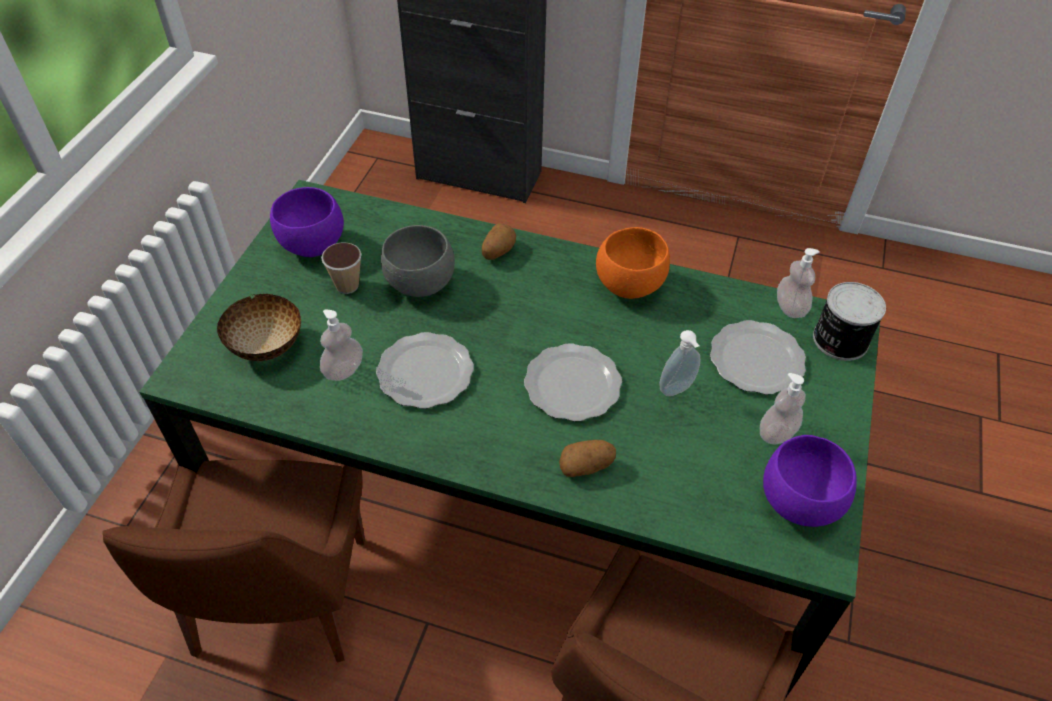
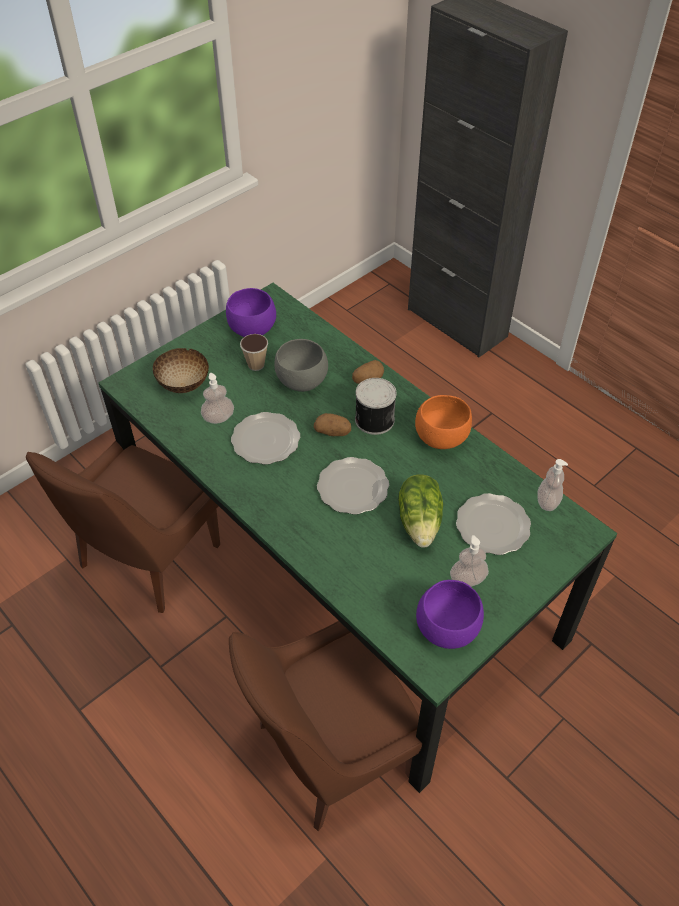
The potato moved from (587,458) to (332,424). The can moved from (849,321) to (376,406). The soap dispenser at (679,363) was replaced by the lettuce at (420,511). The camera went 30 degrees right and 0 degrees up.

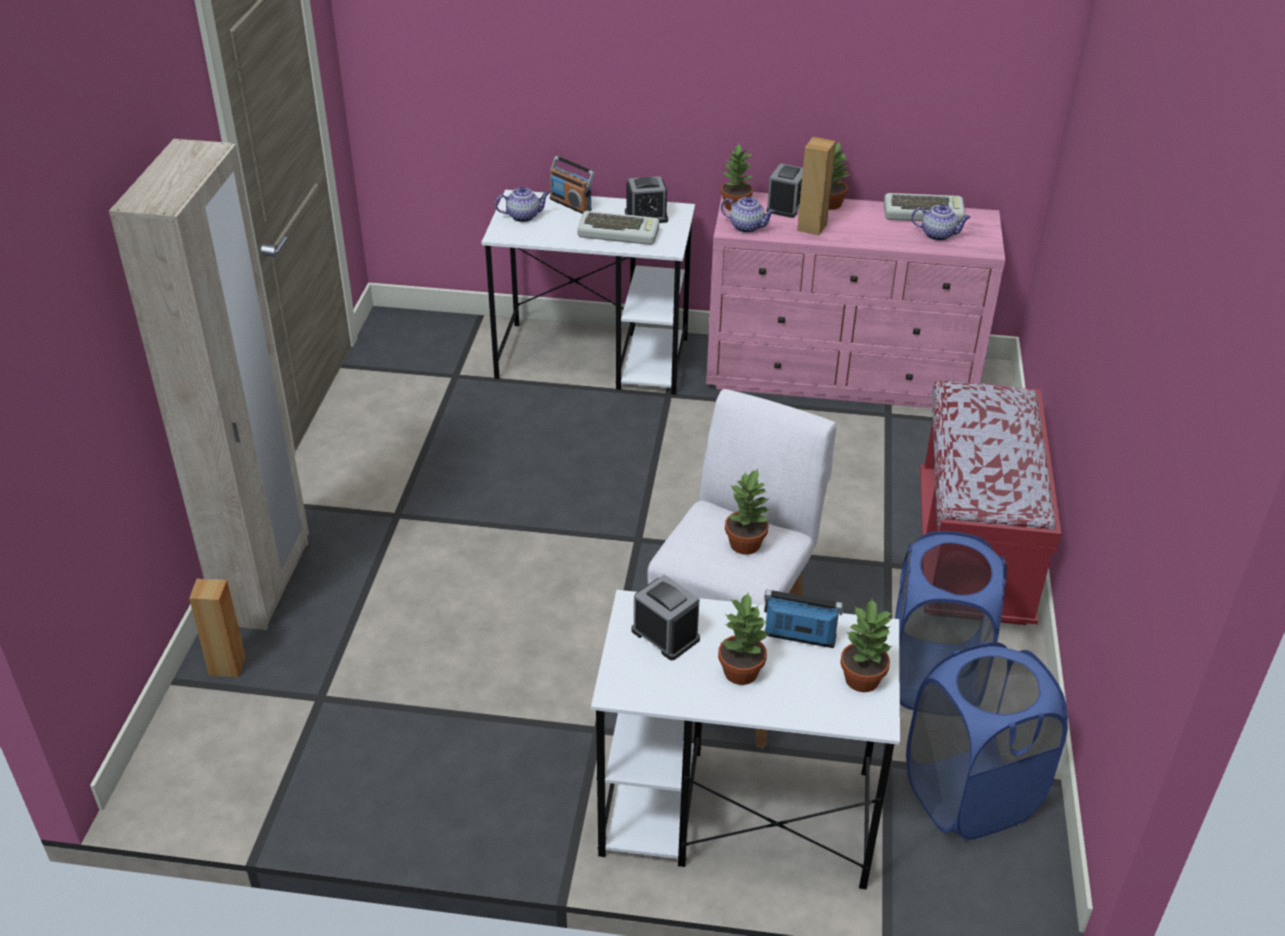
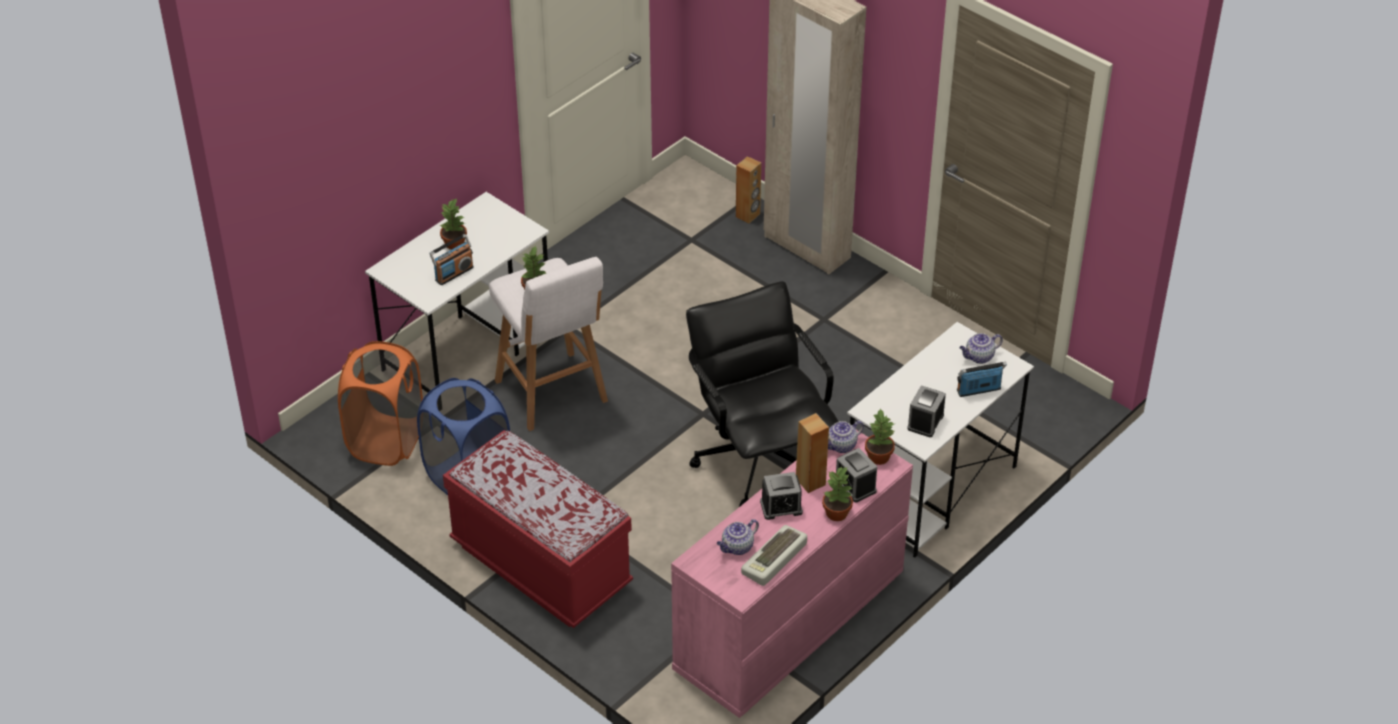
The blue laundry basket at (987,741) became the orange laundry basket at (380,403). The black office chair at (762,394) appeared. The alarm clock moved from (665,617) to (781,496). The teapot at (522,204) turned 45 degrees clockwise. The keyboard at (618,228) disappeared. The potted plant at (866,645) disappeared. The camera went 125 degrees right and 5 degrees up.

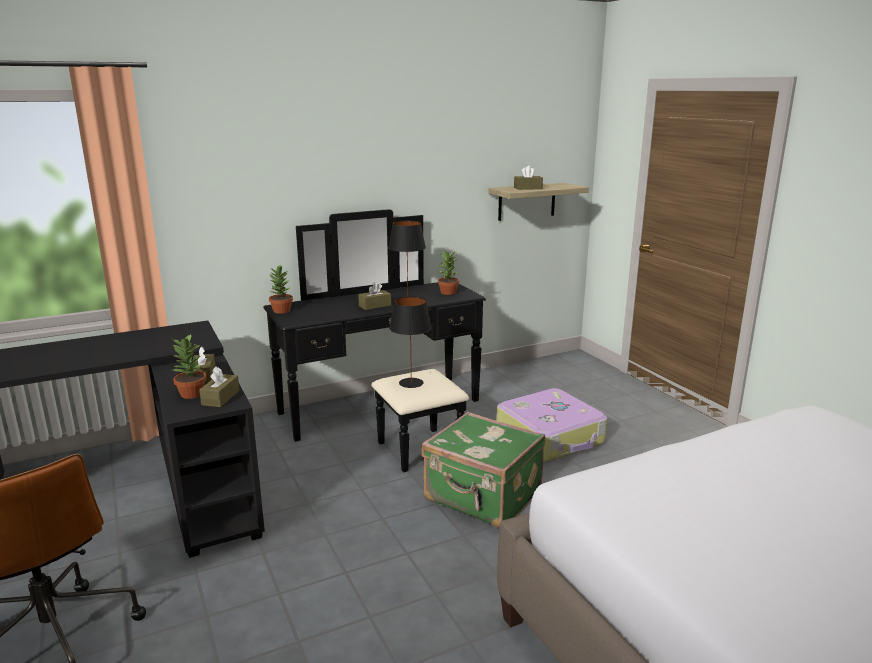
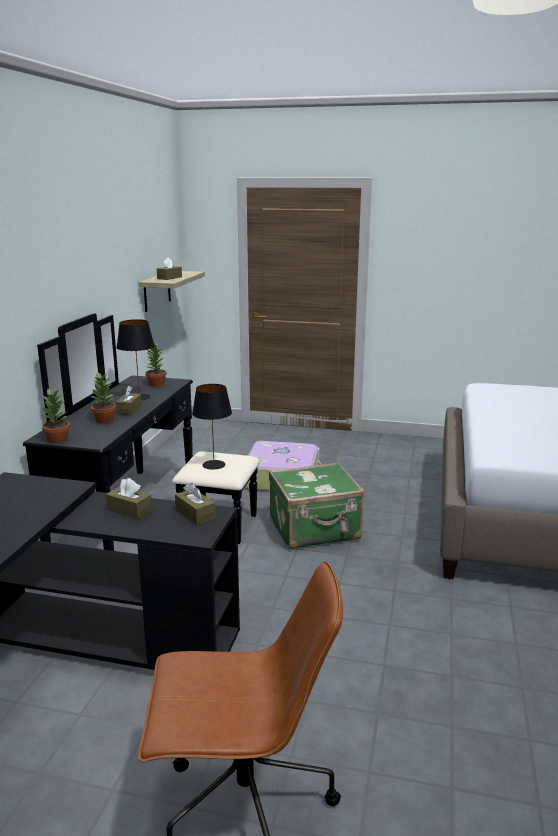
The potted plant moved from (189,366) to (103,398). The camera went 50 degrees left and 0 degrees up.

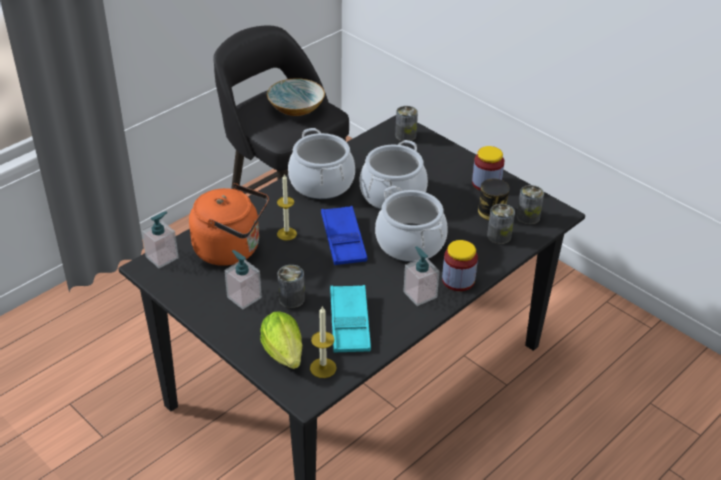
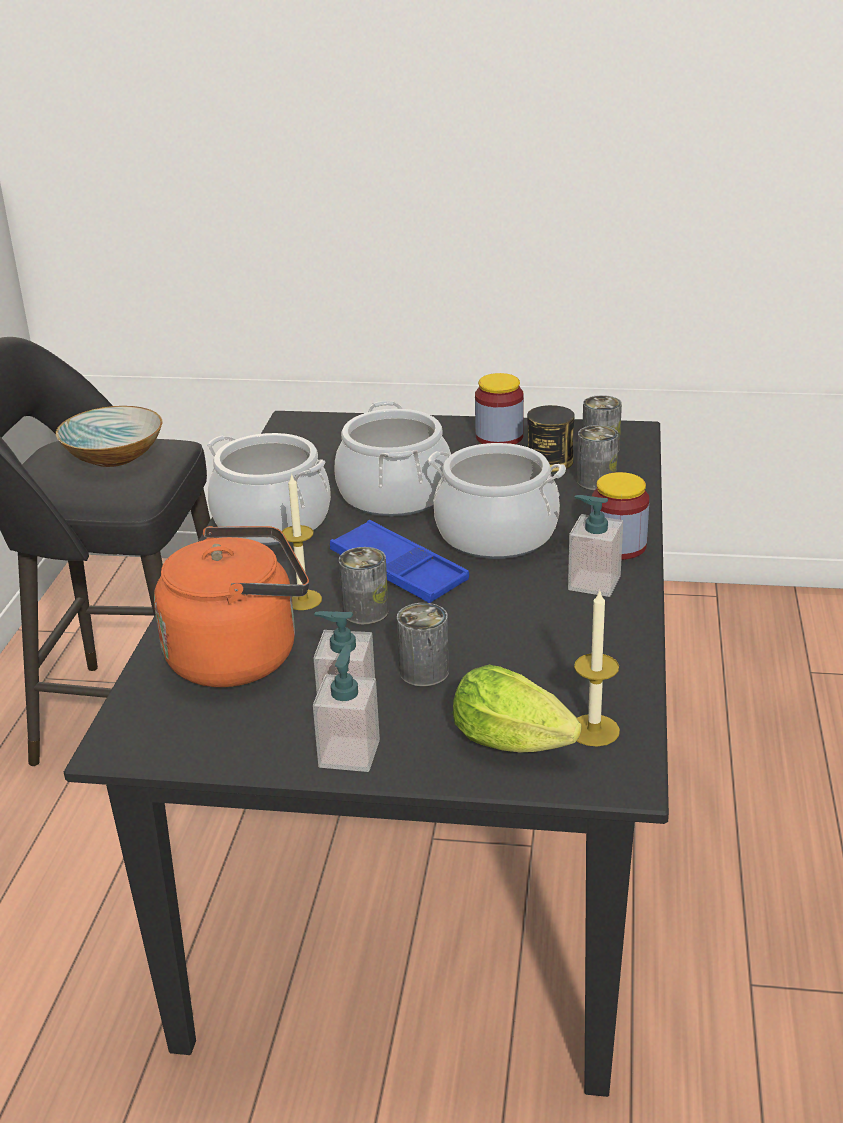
The soap dispenser moved from (160,240) to (346,708). The can moved from (406,123) to (364,585). The turquoise tray at (350,319) disappeared. The camera went 35 degrees left and 10 degrees down.

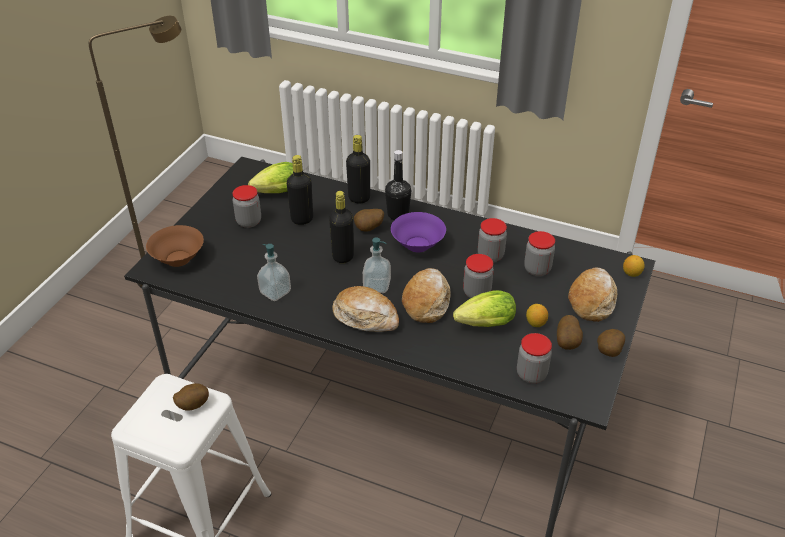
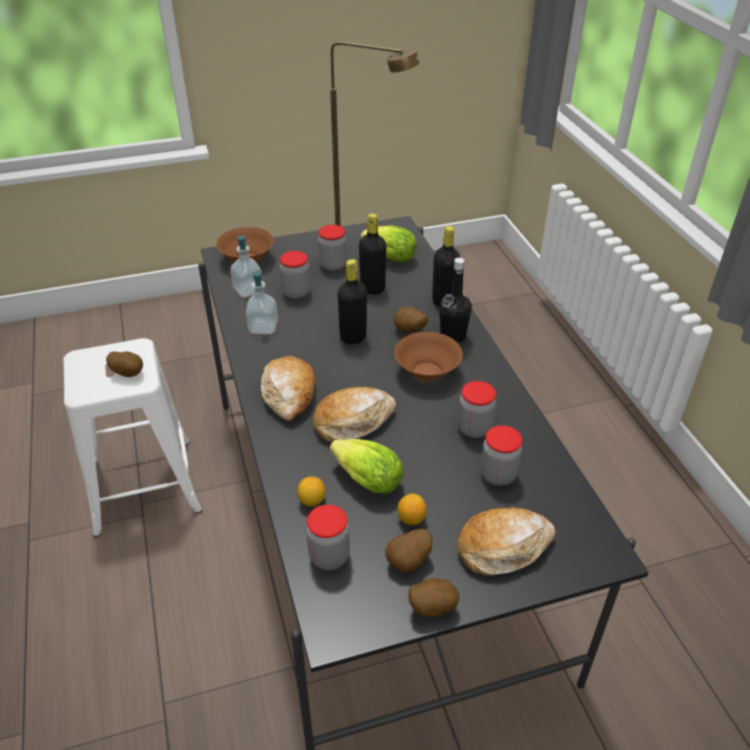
The soap dispenser moved from (377,265) to (246,266). The jar moved from (478,276) to (295,275). The lemon moved from (634,266) to (311,491). The purple bowl at (418,232) became the brown bowl at (428,357). The camera went 50 degrees right and 0 degrees up.

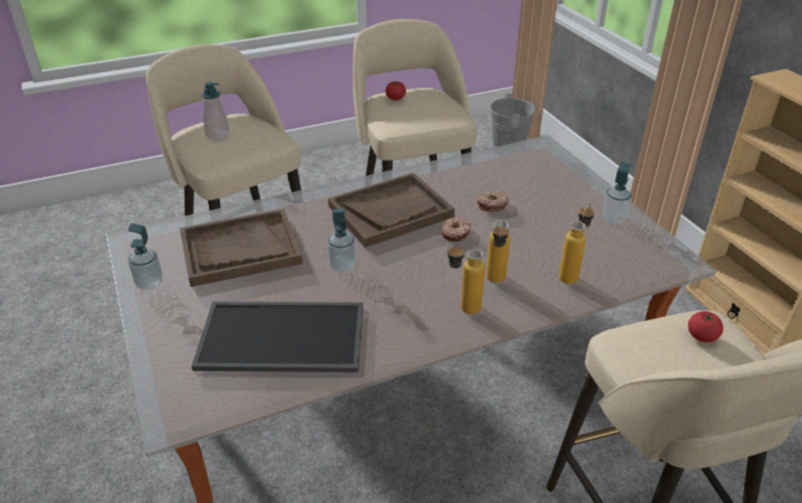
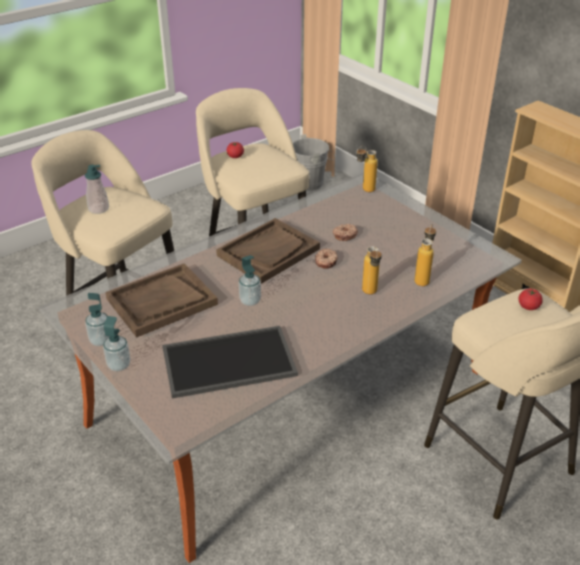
The soap dispenser moved from (616,193) to (117,343). The bottle moved from (466,278) to (367,169). The camera went 15 degrees left and 0 degrees up.

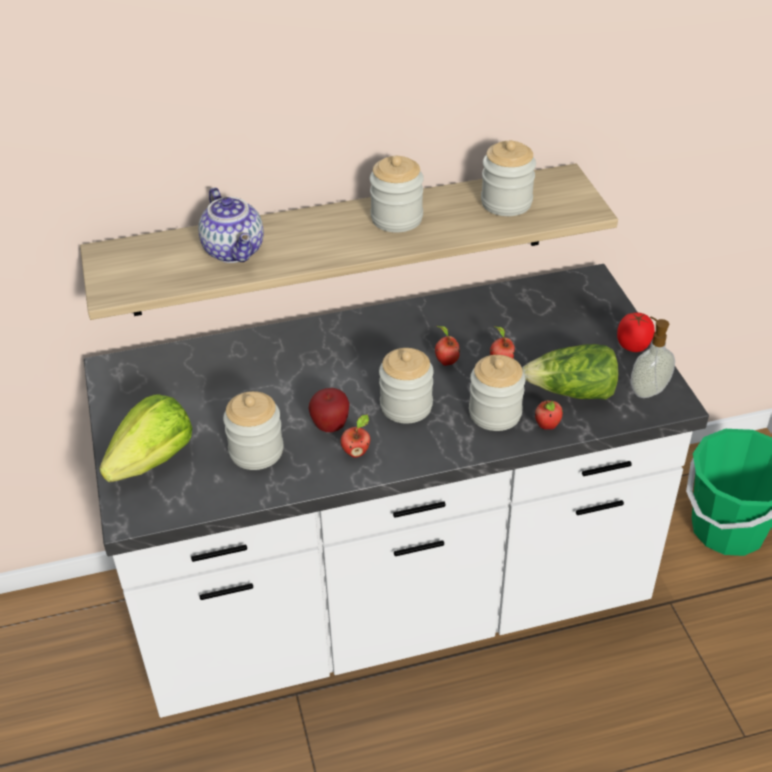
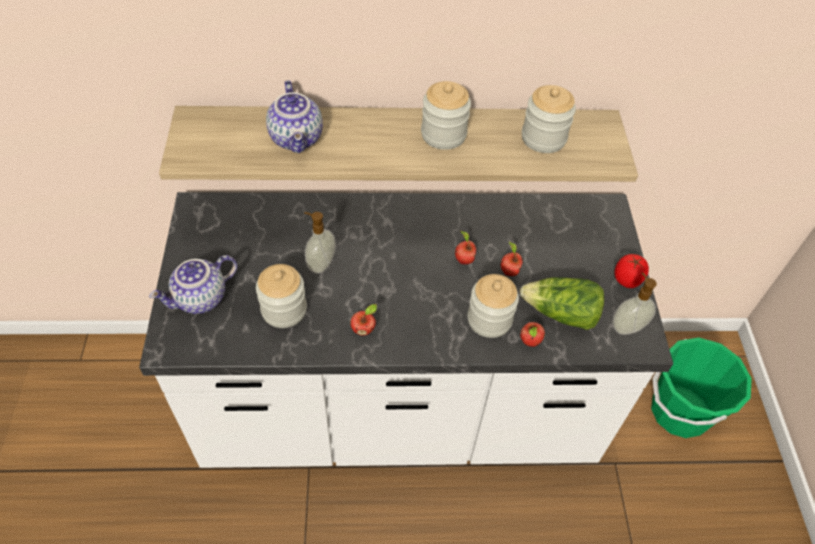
The lettuce at (145,438) was replaced by the teapot at (193,284). The soap dispenser at (320,243) appeared. The apple at (329,410) disappeared. The jar at (406,386) disappeared. The camera went 10 degrees right and 10 degrees up.

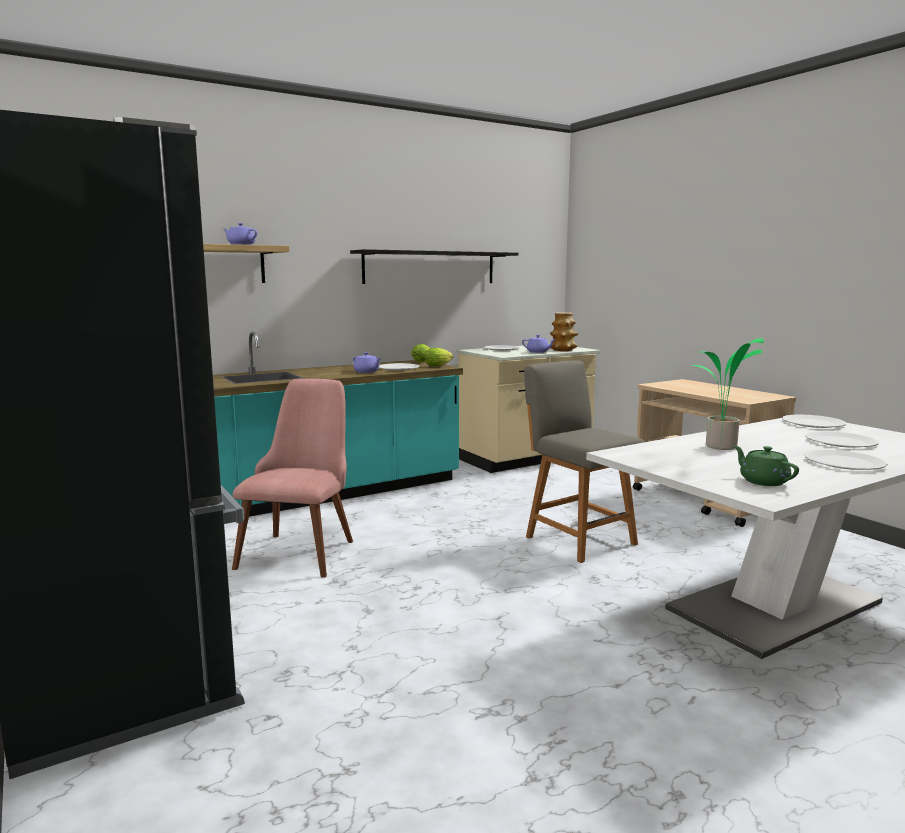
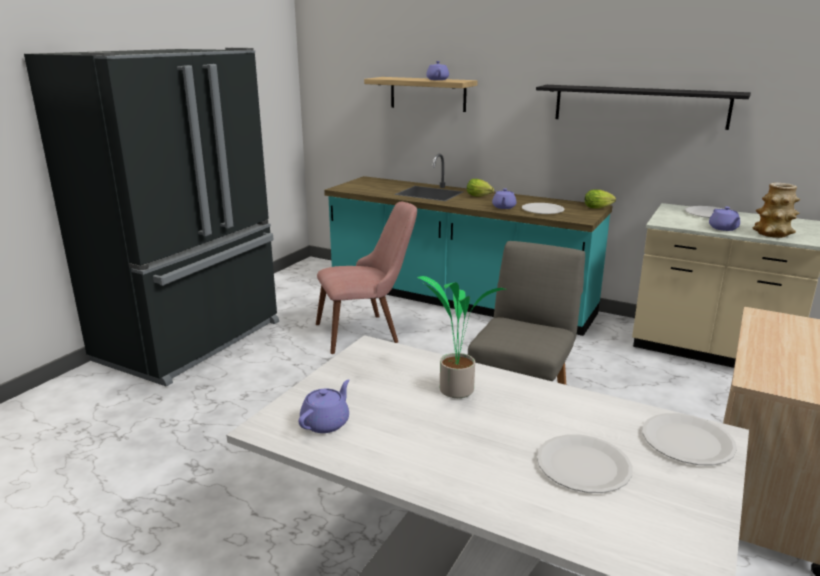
The green teapot at (766,466) became the purple teapot at (324,406). The lettuce moved from (439,357) to (480,188). The white plate at (845,460) disappeared. The camera went 60 degrees right and 10 degrees up.

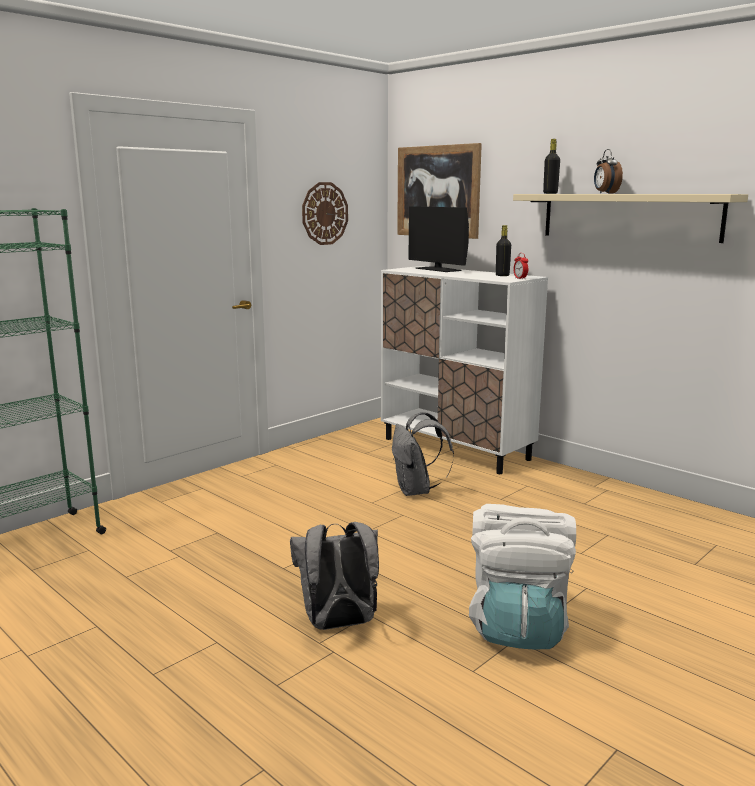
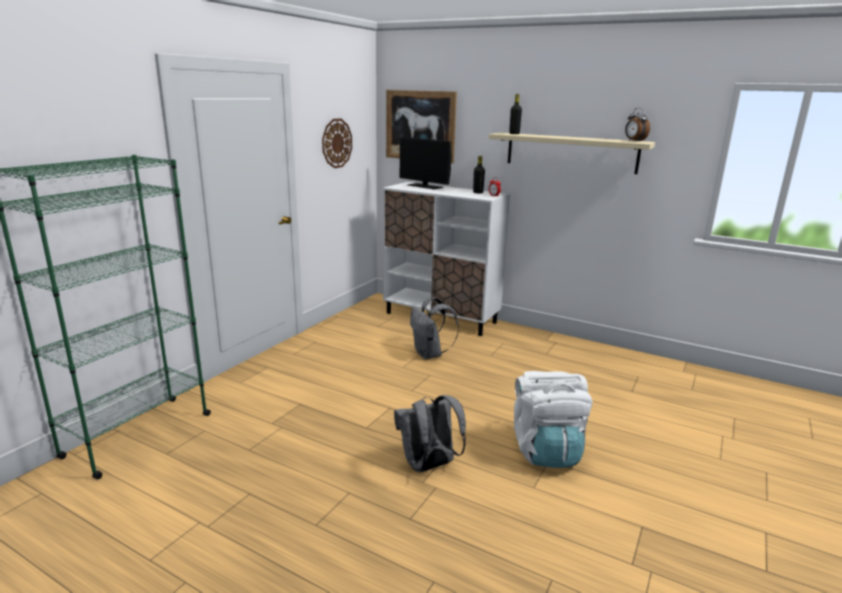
The alarm clock moved from (608,171) to (637,124). The camera went 15 degrees left and 5 degrees up.

